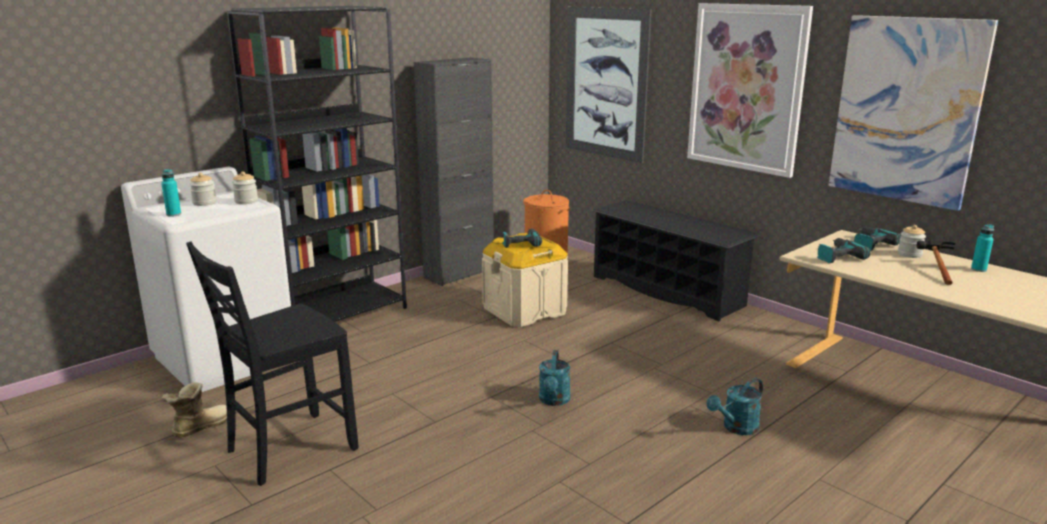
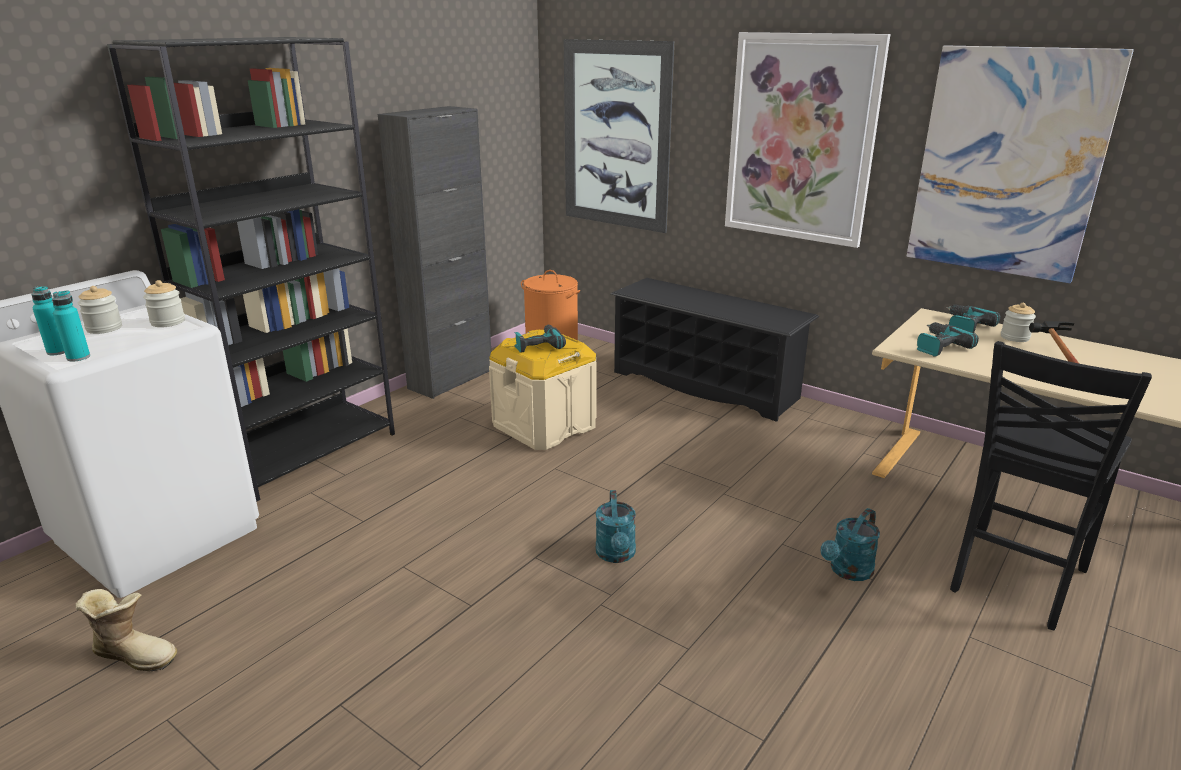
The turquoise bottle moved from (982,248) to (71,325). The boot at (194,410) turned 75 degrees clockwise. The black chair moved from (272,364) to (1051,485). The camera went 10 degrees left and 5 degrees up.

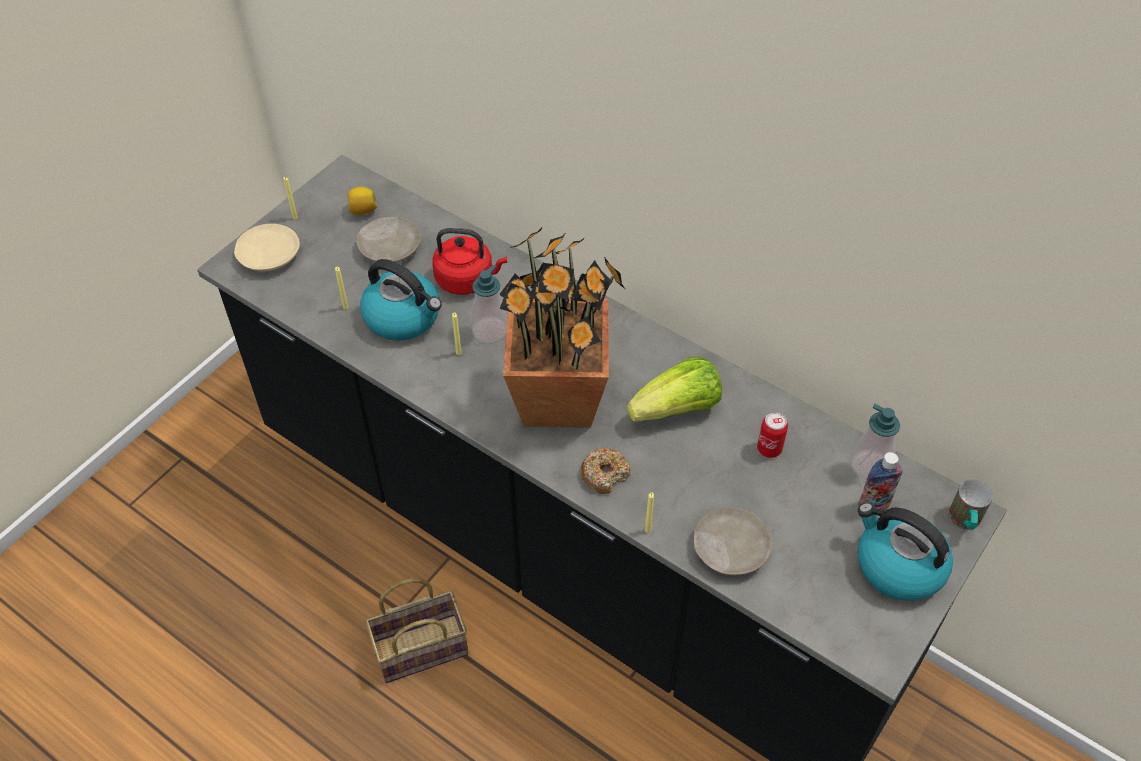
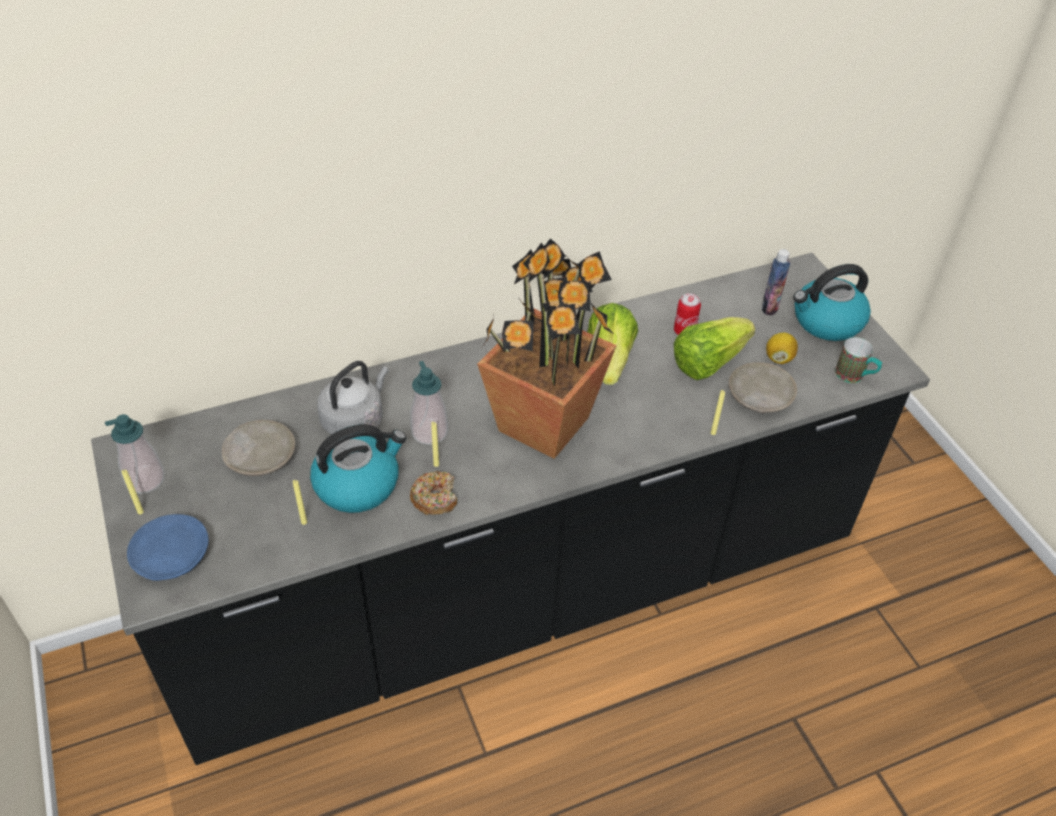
The soap dispenser moved from (875,442) to (135,454). The beige plate at (267,248) became the blue plate at (168,547). The red kettle at (470,261) became the grey kettle at (353,398). The donut moved from (605,471) to (433,493). The lettuce at (714,348) appeared. The lemon moved from (362,201) to (782,348). The mug moved from (970,504) to (858,360). The basket at (417,630) disappeared. The camera went 60 degrees left and 5 degrees down.

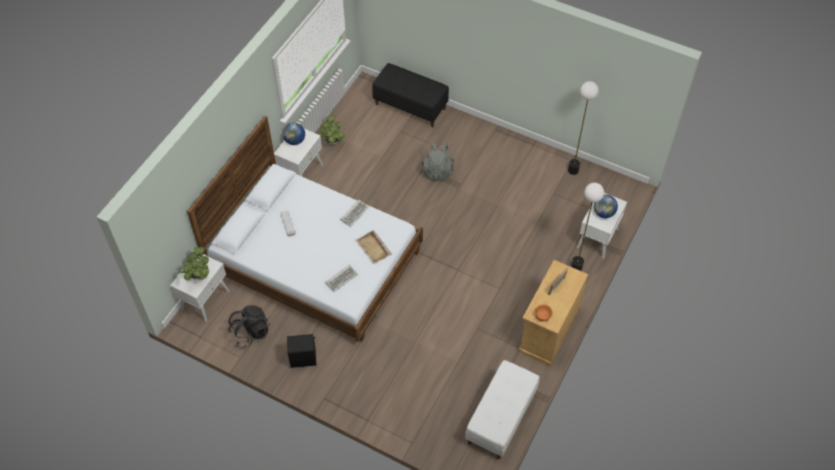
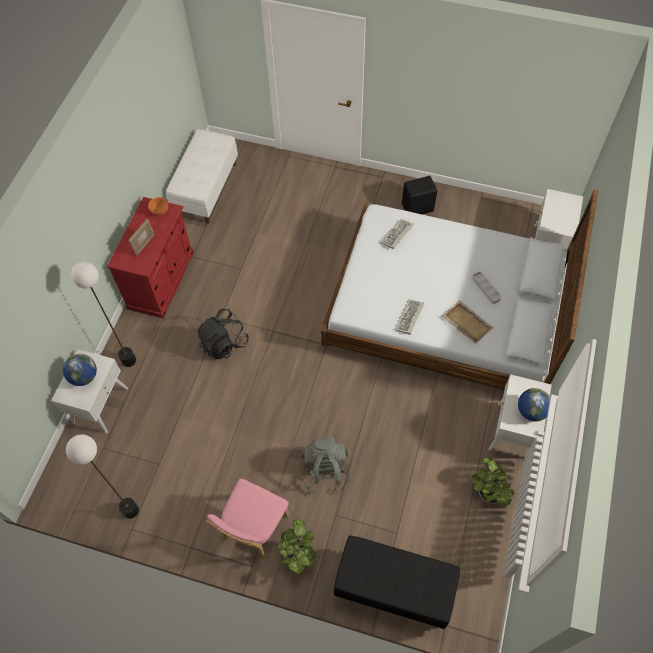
The beige cabinet at (553,313) became the red cabinet at (150,257). The black backpack moved from (249,326) to (223,334). The pink chair at (247,519) appeared. The potted plant moved from (195,263) to (297,547). The beige tray moved from (373,247) to (467,322). The camera went 170 degrees right and 5 degrees up.

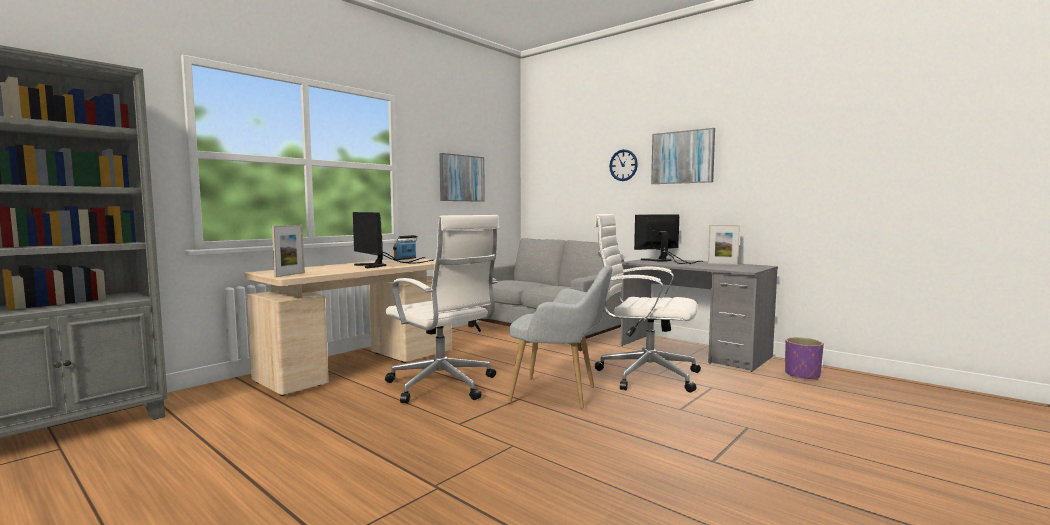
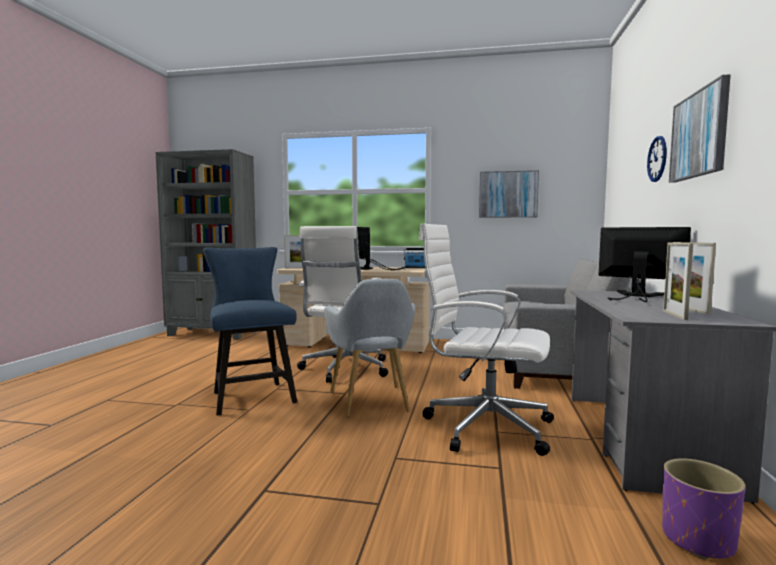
The blue chair at (250,331) appeared. The white office chair at (647,303) turned 60 degrees counterclockwise. The picture frame at (678,281) appeared. The camera went 60 degrees right and 0 degrees up.

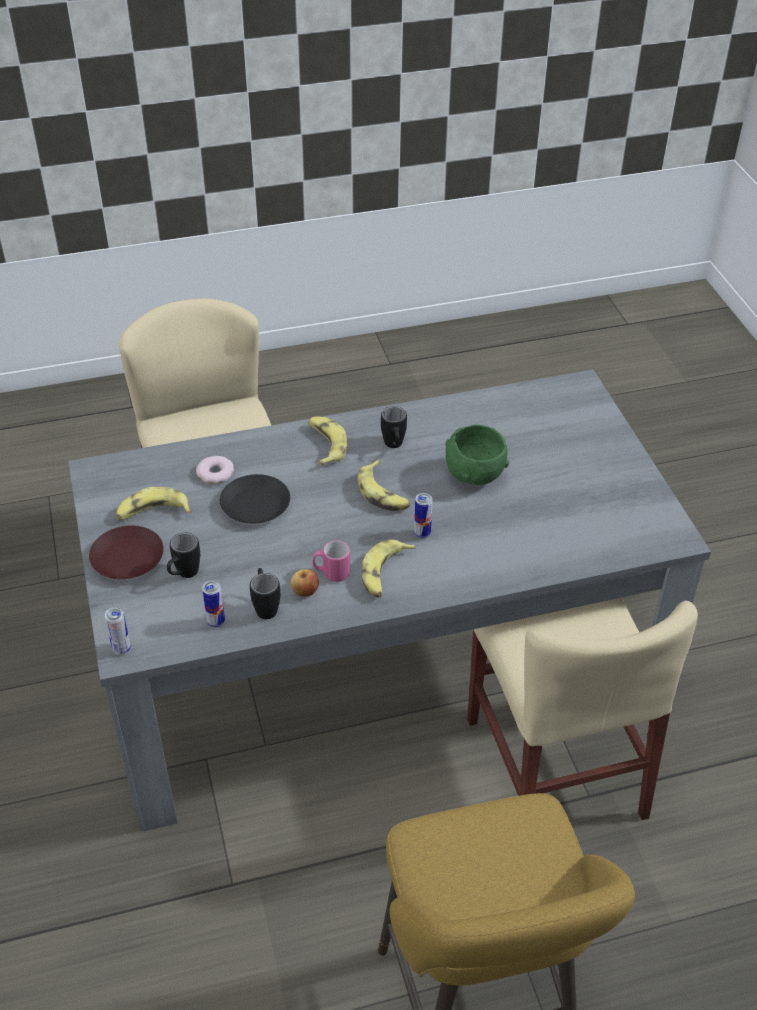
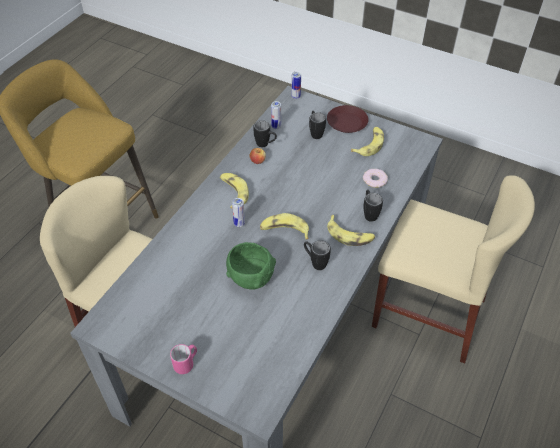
The pink mug moved from (331,561) to (183,359). The black mug at (373,206) appeared. The black plate at (255,499) disappeared. The camera went 135 degrees right and 5 degrees up.

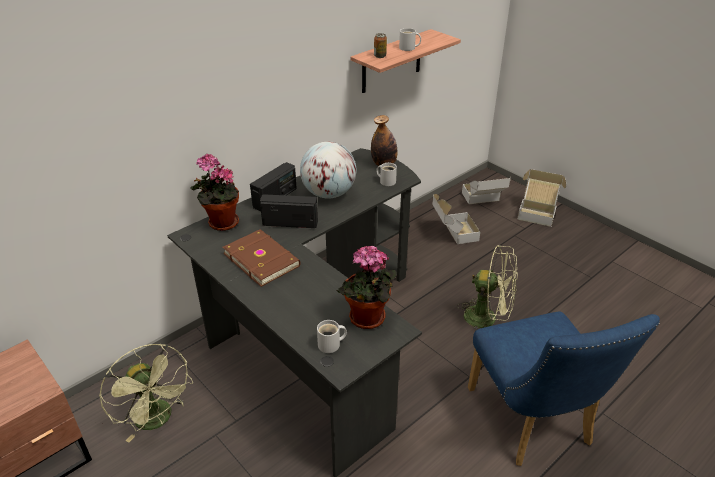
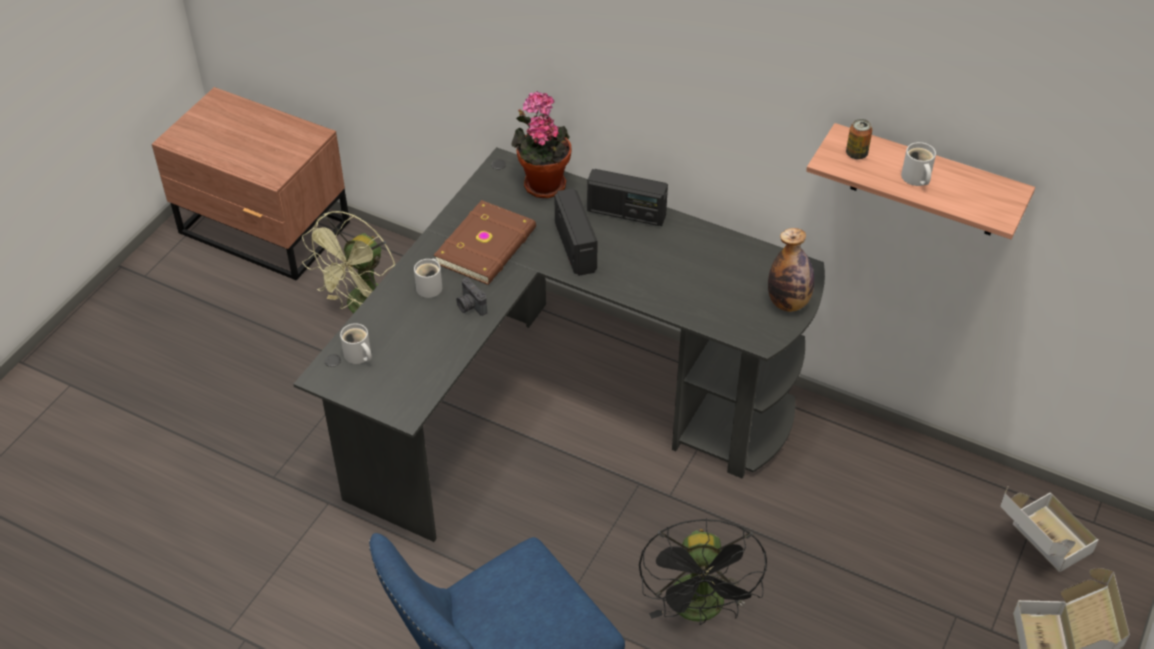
The white mug moved from (386,174) to (428,278). The photo camera at (471,297) appeared. The green fan at (486,287) became the black fan at (703,571). The globe at (328,170) disappeared. The potted plant at (367,287) disappeared. The cardboard box at (456,219) disappeared. The camera went 70 degrees right and 10 degrees up.

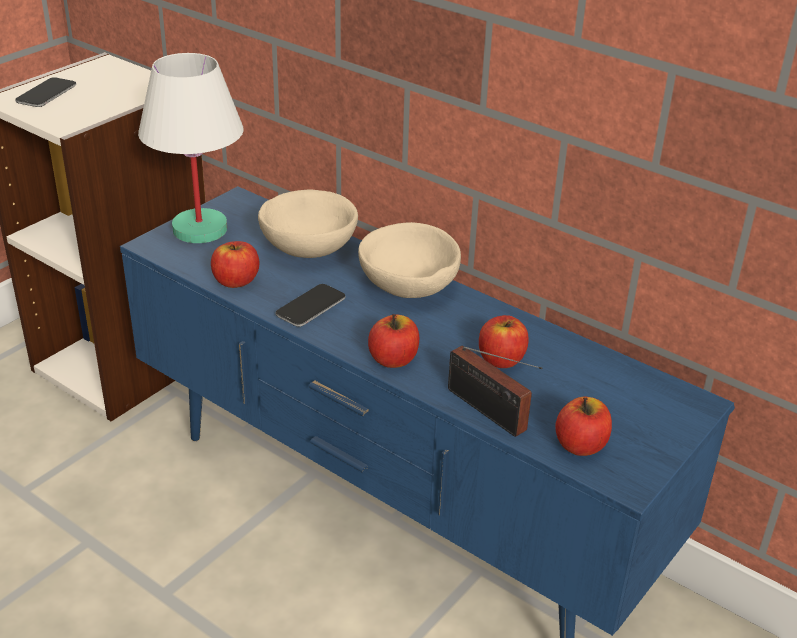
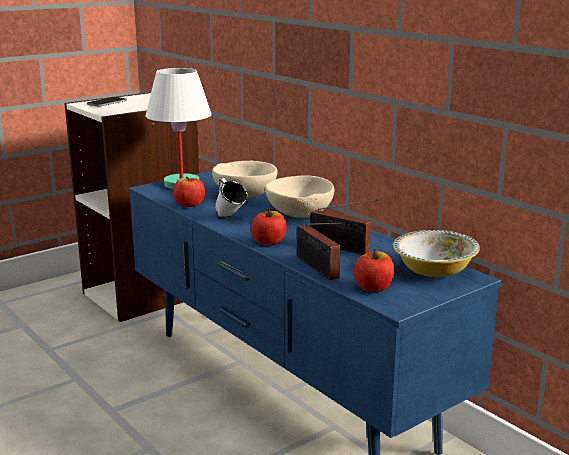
The phone at (310,305) was replaced by the white mug at (231,197). The apple at (504,341) was replaced by the radio at (344,227). The bowl at (436,253) appeared. The camera went 15 degrees right and 15 degrees down.

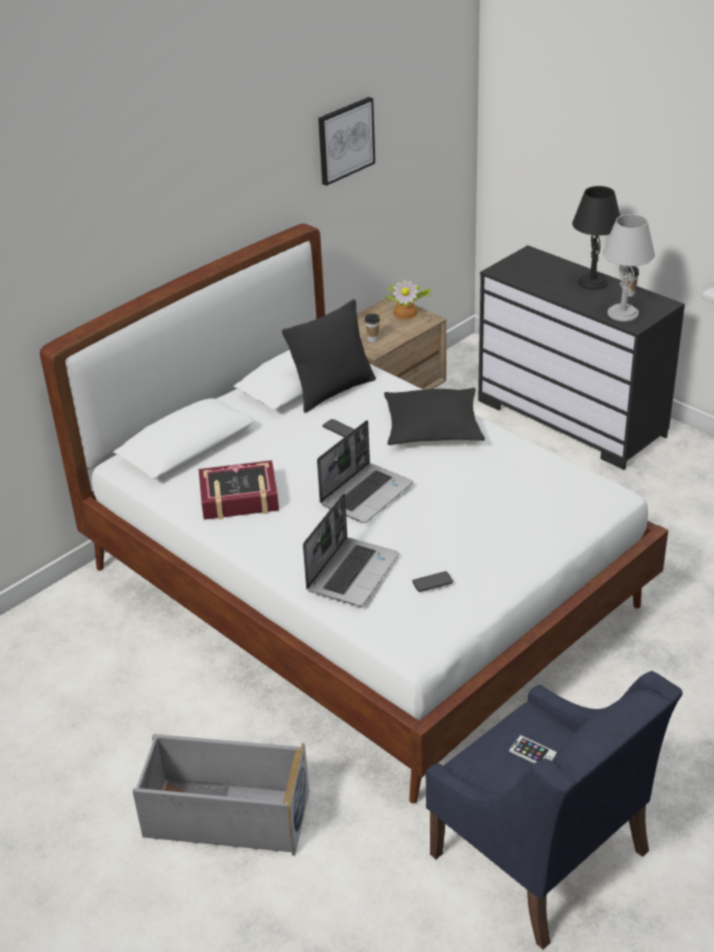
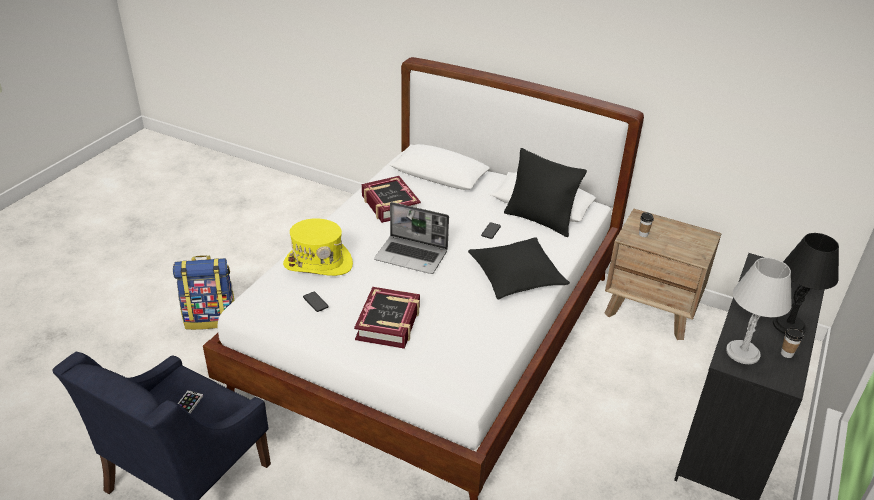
The grey storage box at (221,795) was replaced by the backpack at (203,292). The laptop at (351,549) was replaced by the yellow hat at (318,247). The book at (387,318) appeared. The picture at (346,141) disappeared. The potted plant at (407,299) disappeared. The camera went 70 degrees right and 0 degrees up.

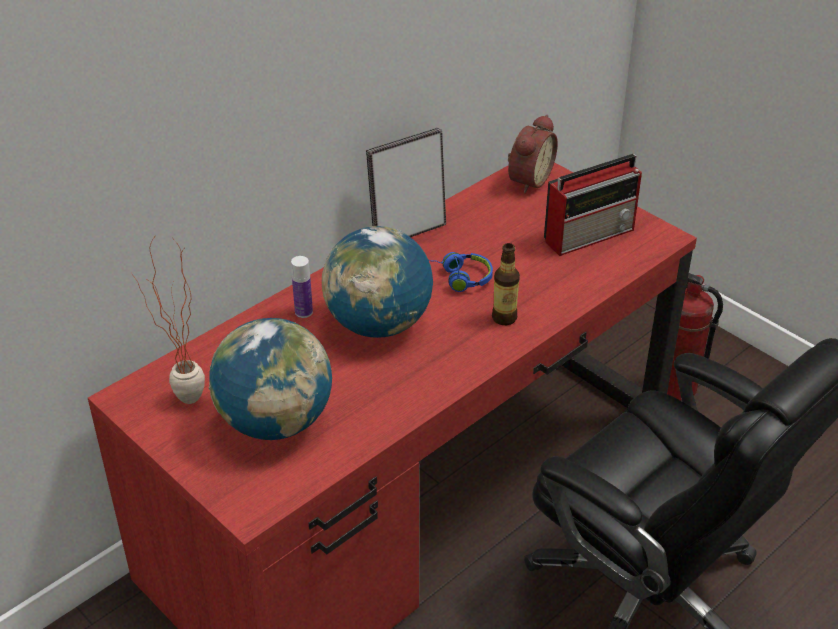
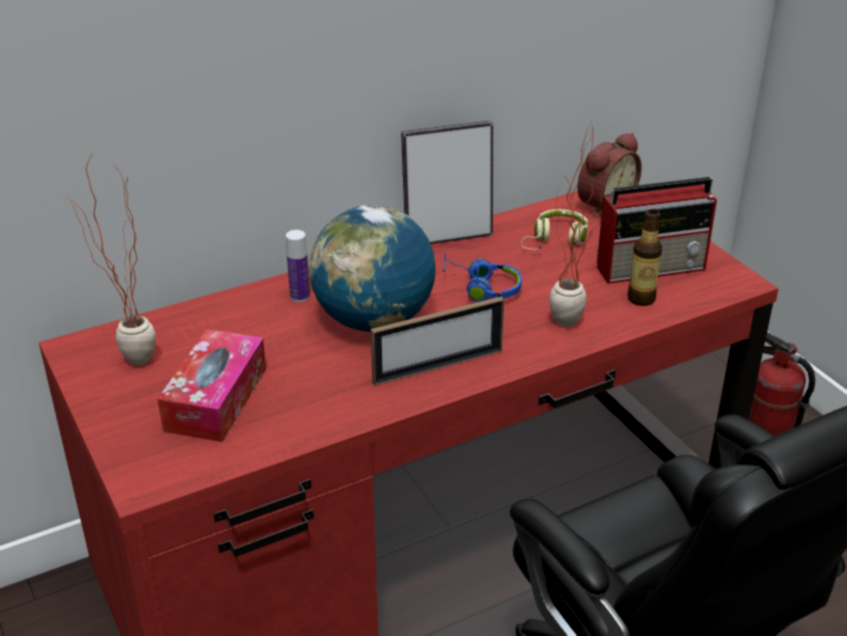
The globe at (270,379) was replaced by the tissue box at (211,385). The picture frame at (437,341) appeared. The beige headphones at (554,229) appeared. The potted plant at (577,224) appeared. The bottle moved from (506,284) to (645,257). The camera went 15 degrees right and 5 degrees down.

